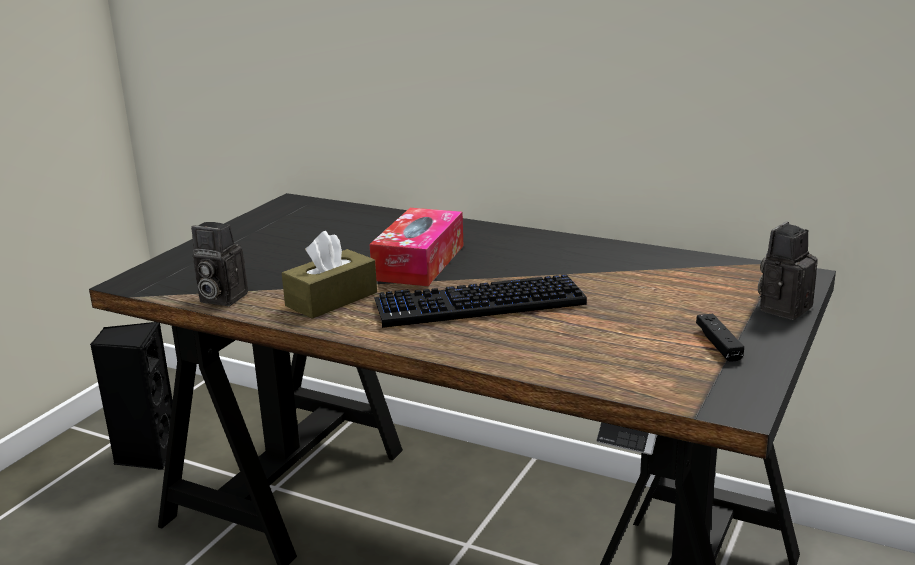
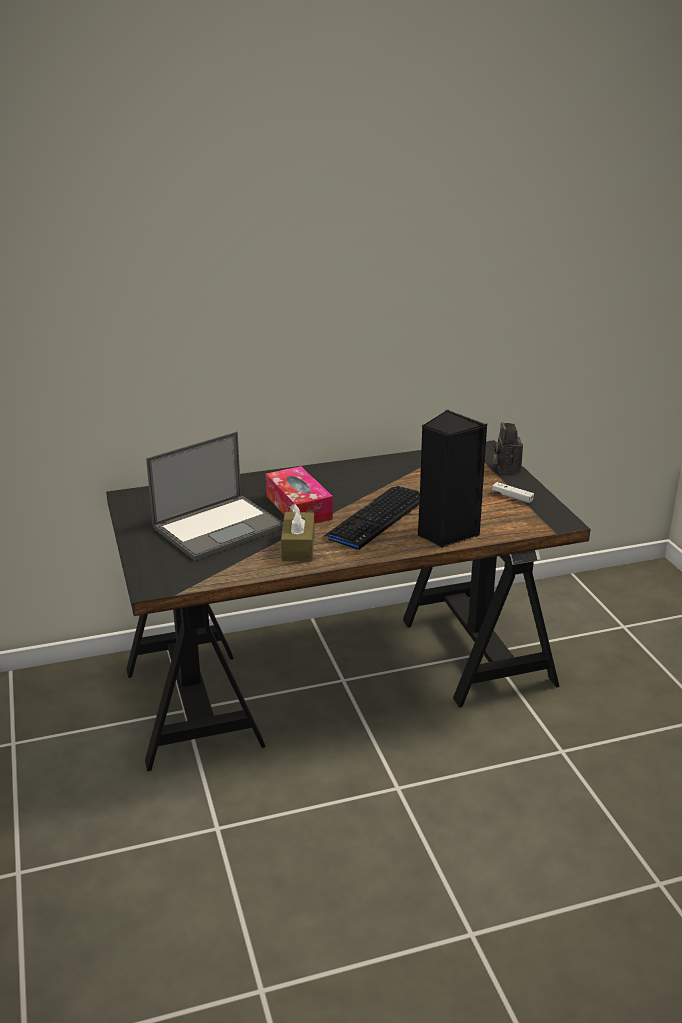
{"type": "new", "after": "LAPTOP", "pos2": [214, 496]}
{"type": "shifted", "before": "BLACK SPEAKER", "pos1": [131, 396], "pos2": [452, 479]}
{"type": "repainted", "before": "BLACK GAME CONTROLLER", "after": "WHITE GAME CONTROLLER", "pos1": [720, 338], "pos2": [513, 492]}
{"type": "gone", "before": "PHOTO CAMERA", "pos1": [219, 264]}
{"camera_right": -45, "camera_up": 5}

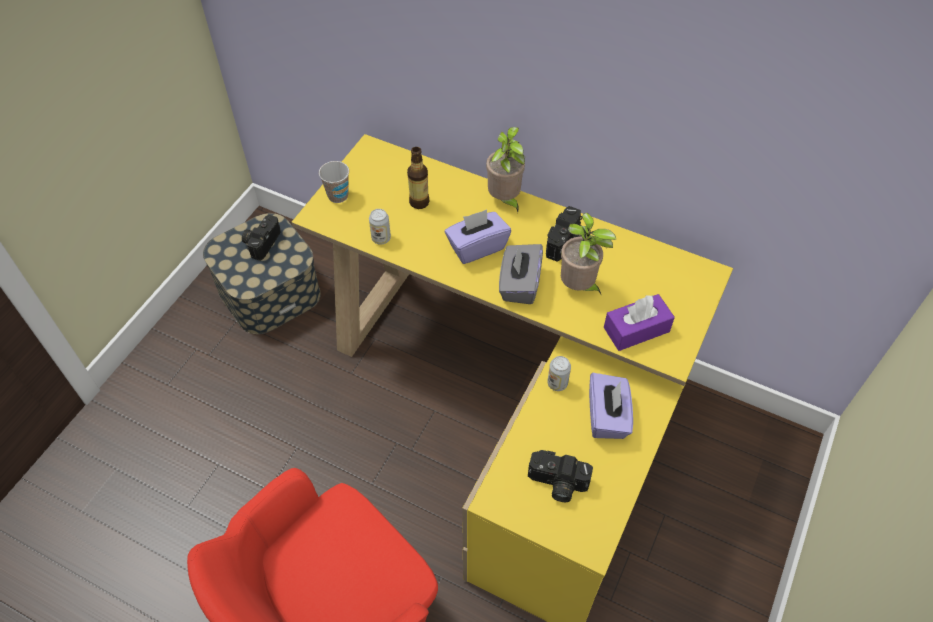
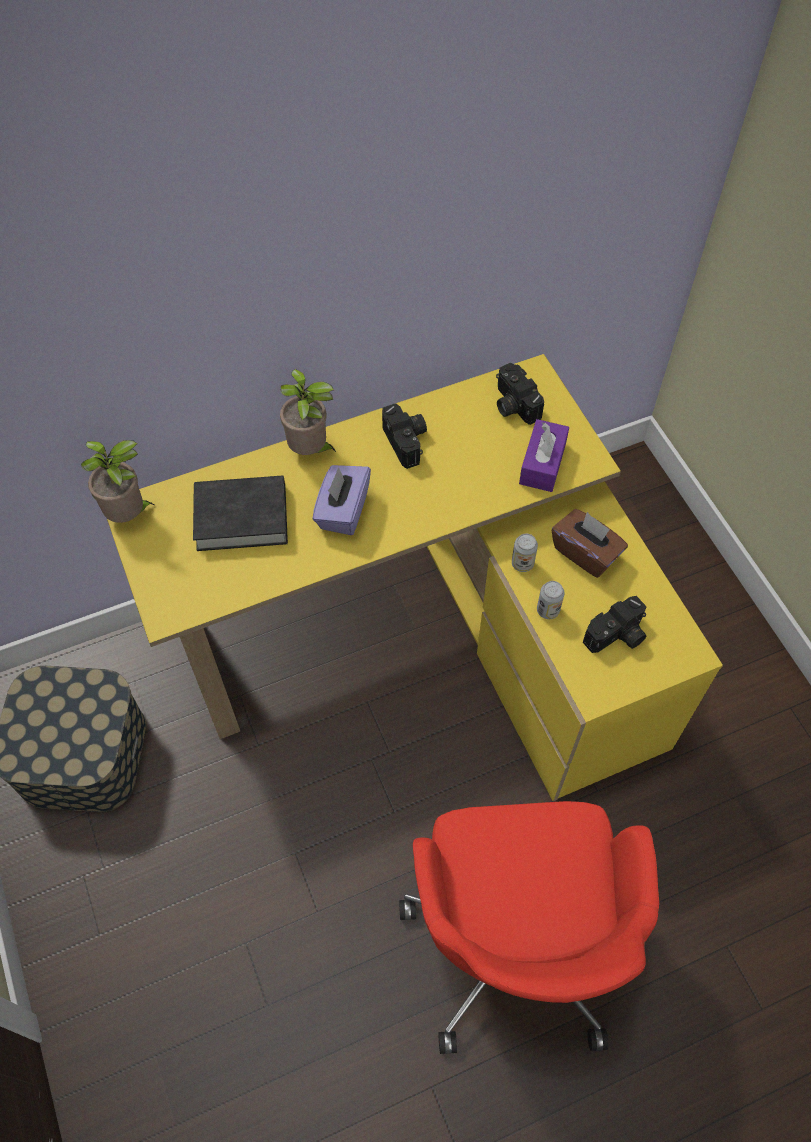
{"type": "shifted", "before": "POTTED PLANT", "pos1": [588, 253], "pos2": [118, 481]}
{"type": "swapped", "before": "BOTTLE", "after": "BLACK BOOK", "pos1": [418, 178], "pos2": [240, 513]}
{"type": "shifted", "before": "PHOTO CAMERA", "pos1": [261, 238], "pos2": [520, 394]}
{"type": "shifted", "before": "CAN", "pos1": [380, 226], "pos2": [550, 600]}
{"type": "repainted", "before": "PURPLE TISSUE BOX", "after": "BROWN TISSUE BOX", "pos1": [611, 406], "pos2": [590, 543]}
{"type": "gone", "before": "CUP", "pos1": [334, 182]}
{"type": "gone", "before": "GREY TISSUE BOX", "pos1": [521, 274]}
{"camera_right": -50, "camera_up": 5}

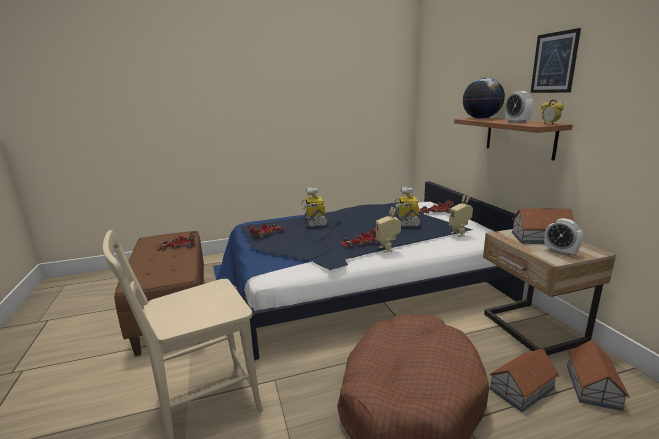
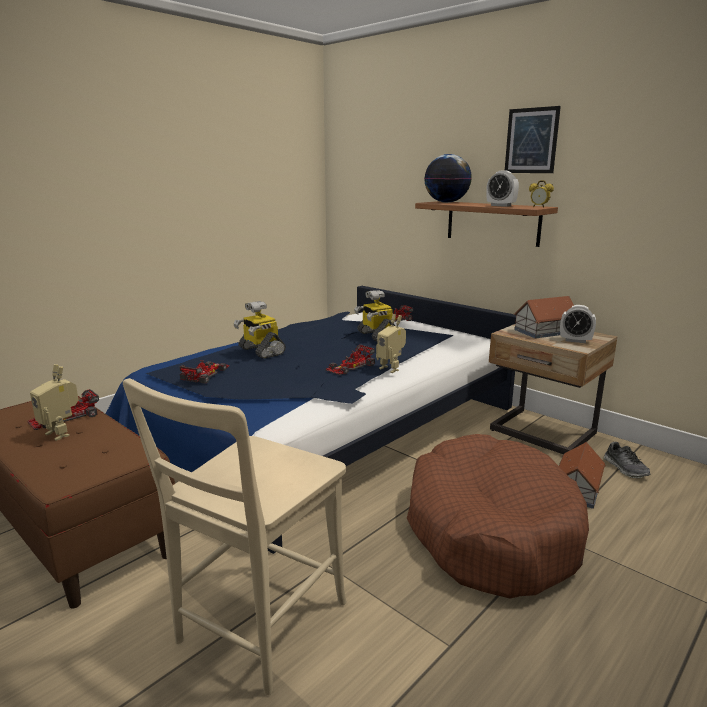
{"type": "shifted", "before": "TOY ROBOT", "pos1": [461, 216], "pos2": [54, 402]}
{"type": "swapped", "before": "TOY HOUSE", "after": "SHOE", "pos1": [598, 375], "pos2": [627, 460]}
{"camera_right": -30, "camera_up": 0}

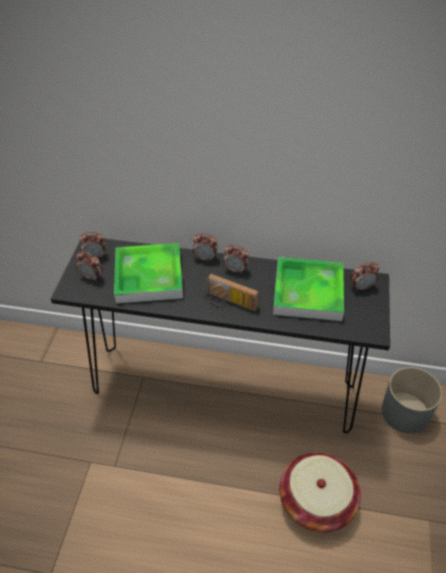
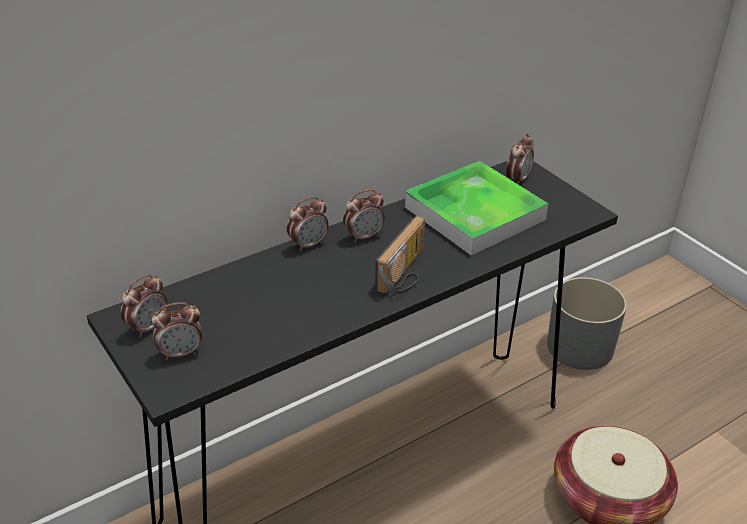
{"type": "rotated", "before": "RADIO", "pos1": [231, 292], "pos2": [400, 255], "turn": -45}
{"type": "gone", "before": "TRAY", "pos1": [148, 273]}
{"camera_right": -45, "camera_up": -10}

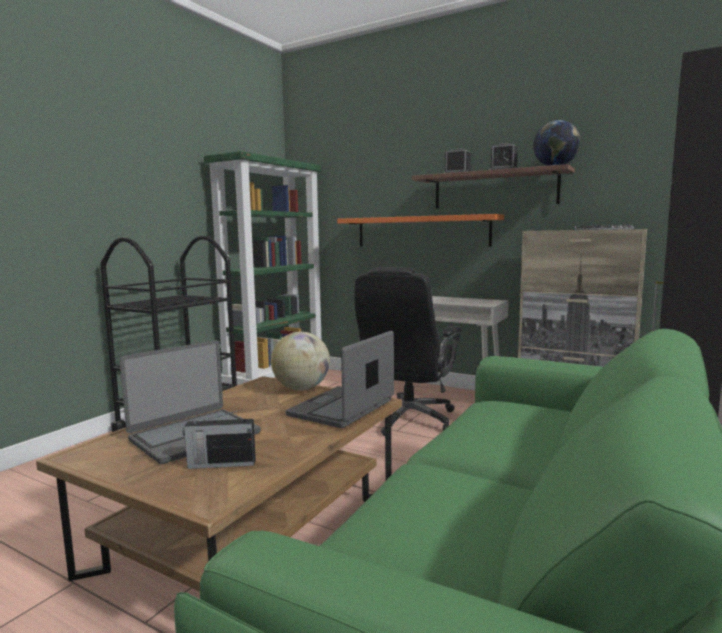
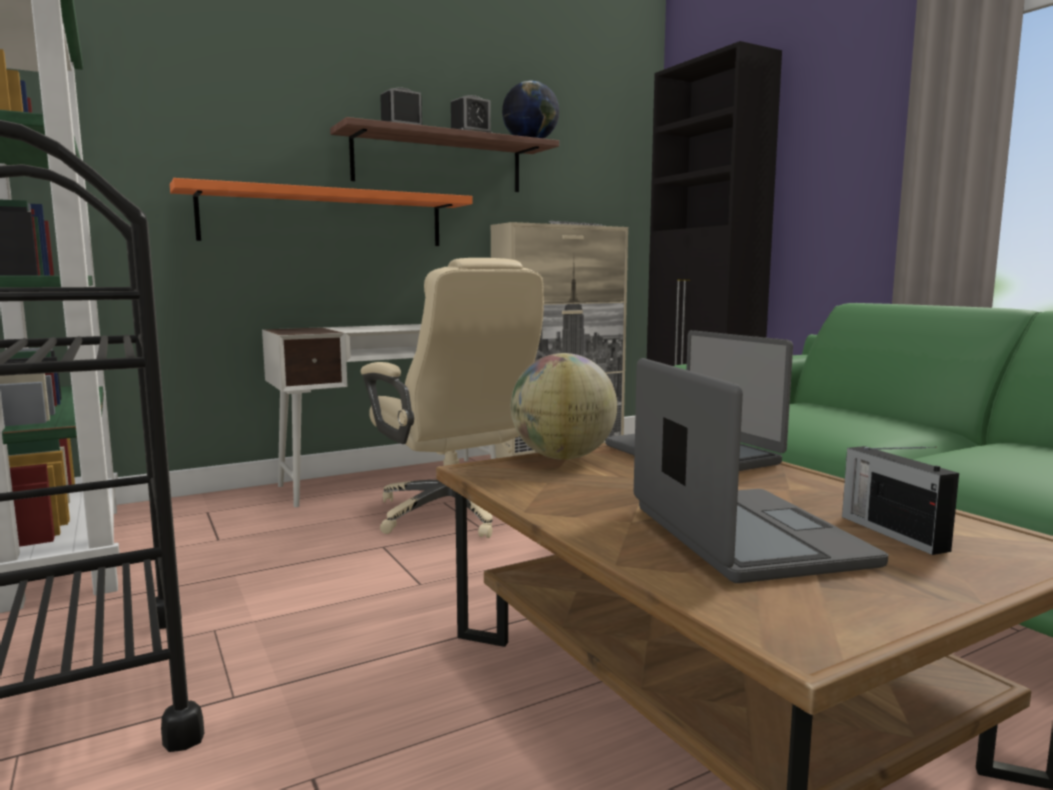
{"type": "repainted", "before": "BLACK OFFICE CHAIR", "after": "BEIGE OFFICE CHAIR", "pos1": [408, 351], "pos2": [452, 398]}
{"type": "rotated", "before": "RADIO", "pos1": [219, 439], "pos2": [900, 500], "turn": 135}
{"camera_right": -60, "camera_up": 0}

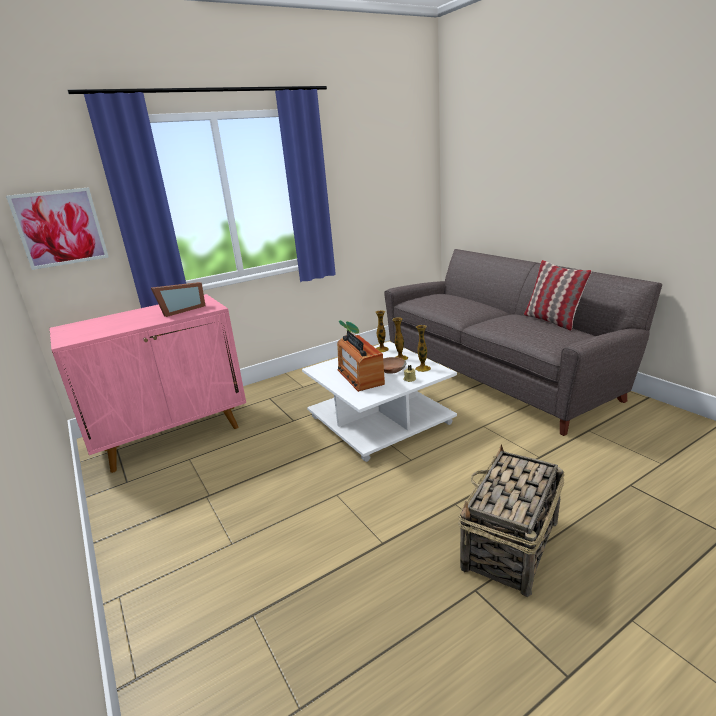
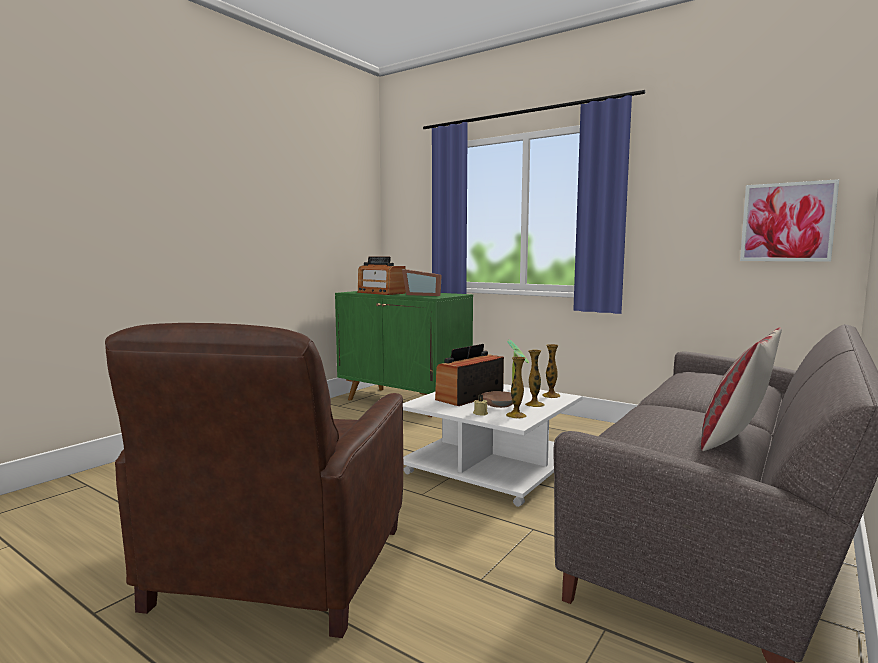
{"type": "swapped", "before": "BASKET", "after": "BROWN ARMCHAIR", "pos1": [511, 520], "pos2": [254, 480]}
{"type": "repainted", "before": "PINK CABINET", "after": "GREEN CABINET", "pos1": [147, 383], "pos2": [404, 354]}
{"type": "new", "after": "RADIO", "pos2": [381, 275]}
{"type": "shifted", "before": "PICTURE", "pos1": [57, 228], "pos2": [789, 220]}
{"camera_right": 65, "camera_up": -15}

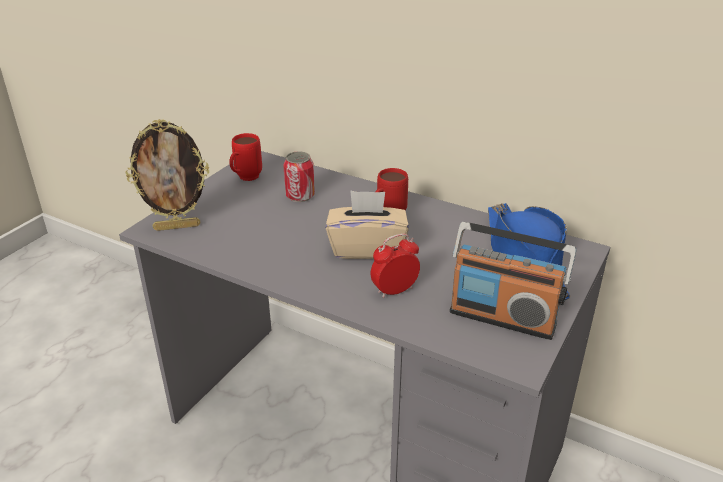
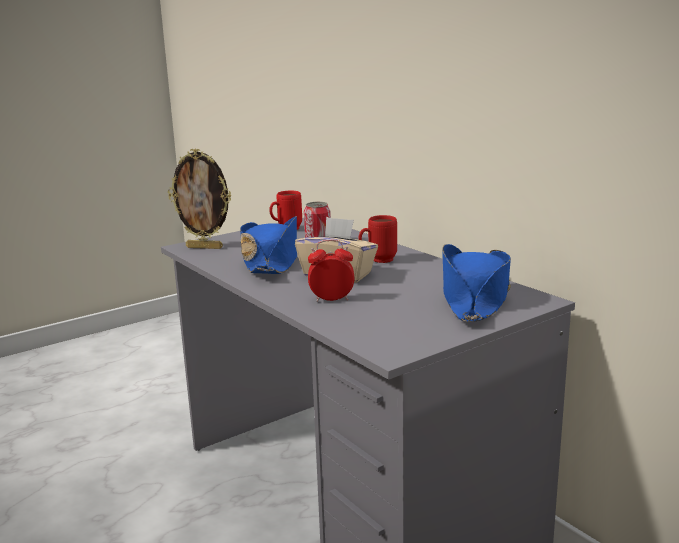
{"type": "new", "after": "BLUE HAT", "pos2": [268, 245]}
{"type": "gone", "before": "RADIO", "pos1": [513, 281]}
{"camera_right": 25, "camera_up": -15}

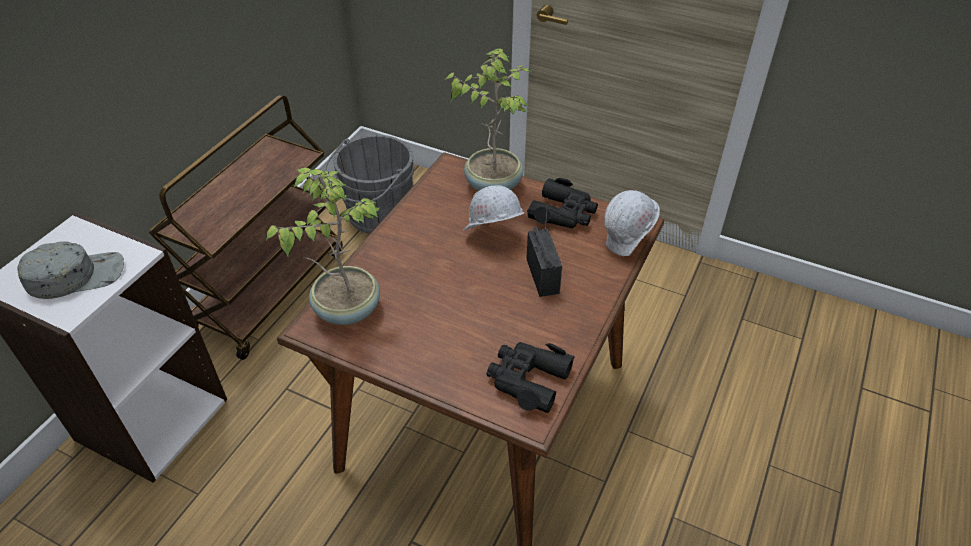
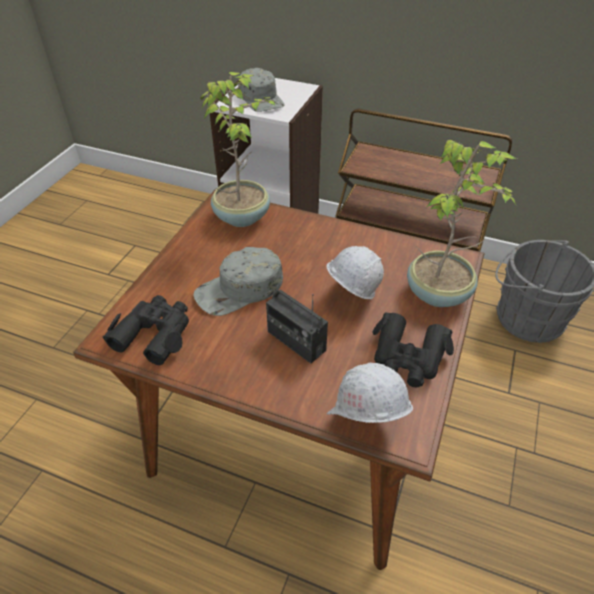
{"type": "new", "after": "GREY CAP", "pos2": [238, 281]}
{"type": "rotated", "before": "RADIO", "pos1": [544, 247], "pos2": [297, 326], "turn": 60}
{"camera_right": 85, "camera_up": 0}

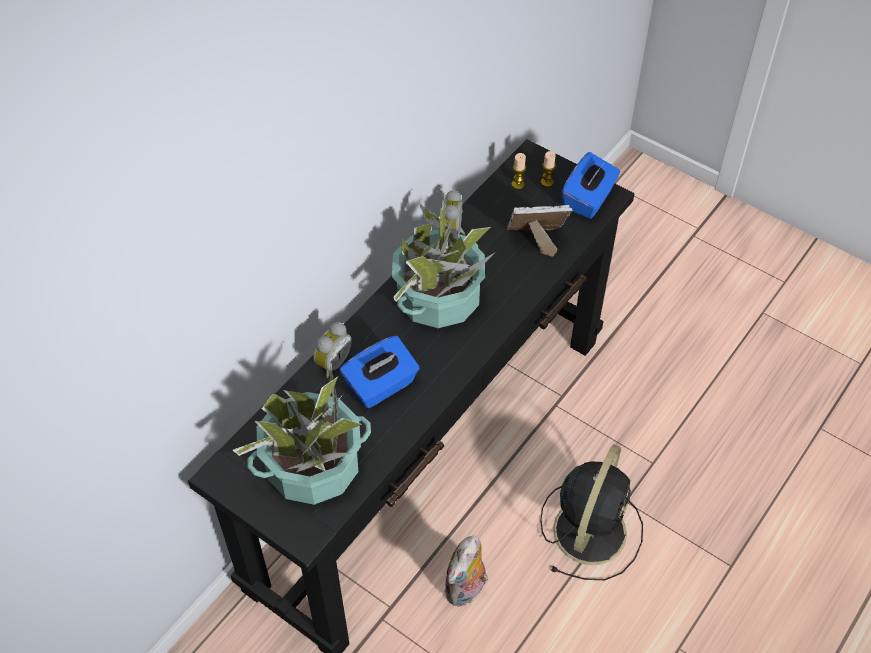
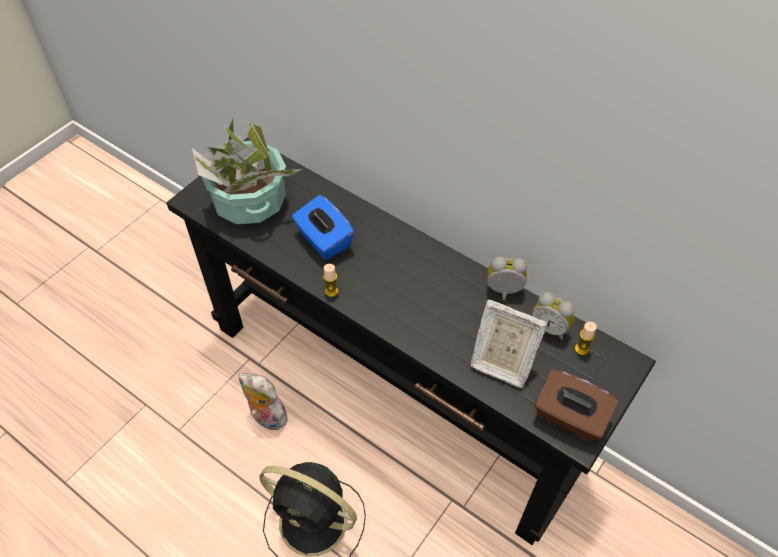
{"type": "shifted", "before": "CANDLE", "pos1": [548, 169], "pos2": [330, 280]}
{"type": "rotated", "before": "PICTURE FRAME", "pos1": [539, 231], "pos2": [509, 344], "turn": 120}
{"type": "shifted", "before": "ALARM CLOCK", "pos1": [332, 350], "pos2": [553, 316]}
{"type": "repainted", "before": "BLUE TISSUE BOX", "after": "BROWN TISSUE BOX", "pos1": [591, 185], "pos2": [577, 405]}
{"type": "gone", "before": "POTTED PLANT", "pos1": [444, 265]}
{"camera_right": 90, "camera_up": 0}

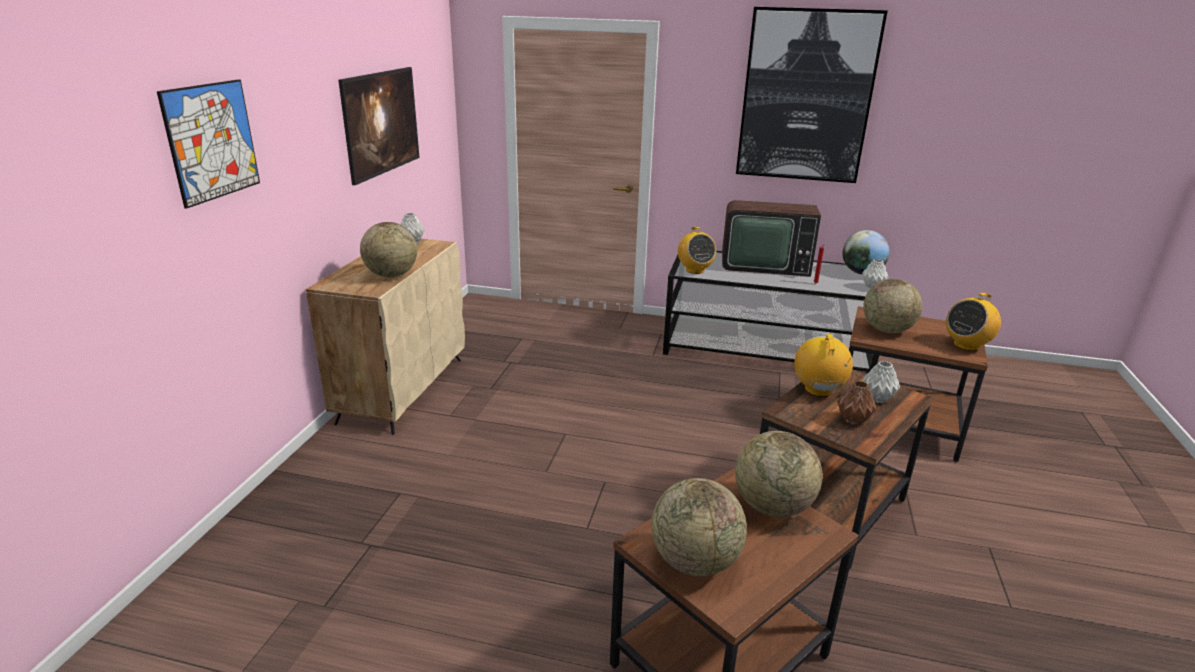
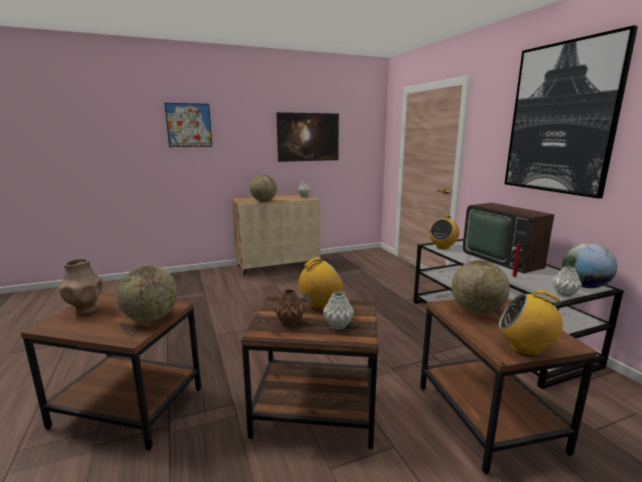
{"type": "swapped", "before": "GLOBE", "after": "BROWN VASE", "pos1": [699, 527], "pos2": [80, 286]}
{"camera_right": 55, "camera_up": -10}

